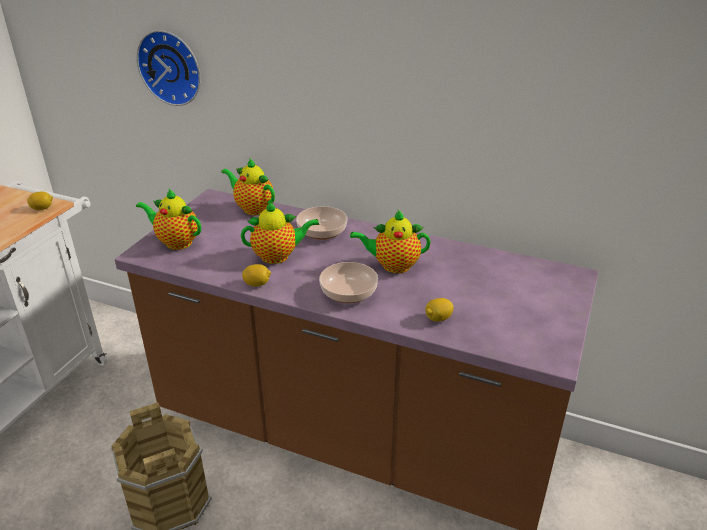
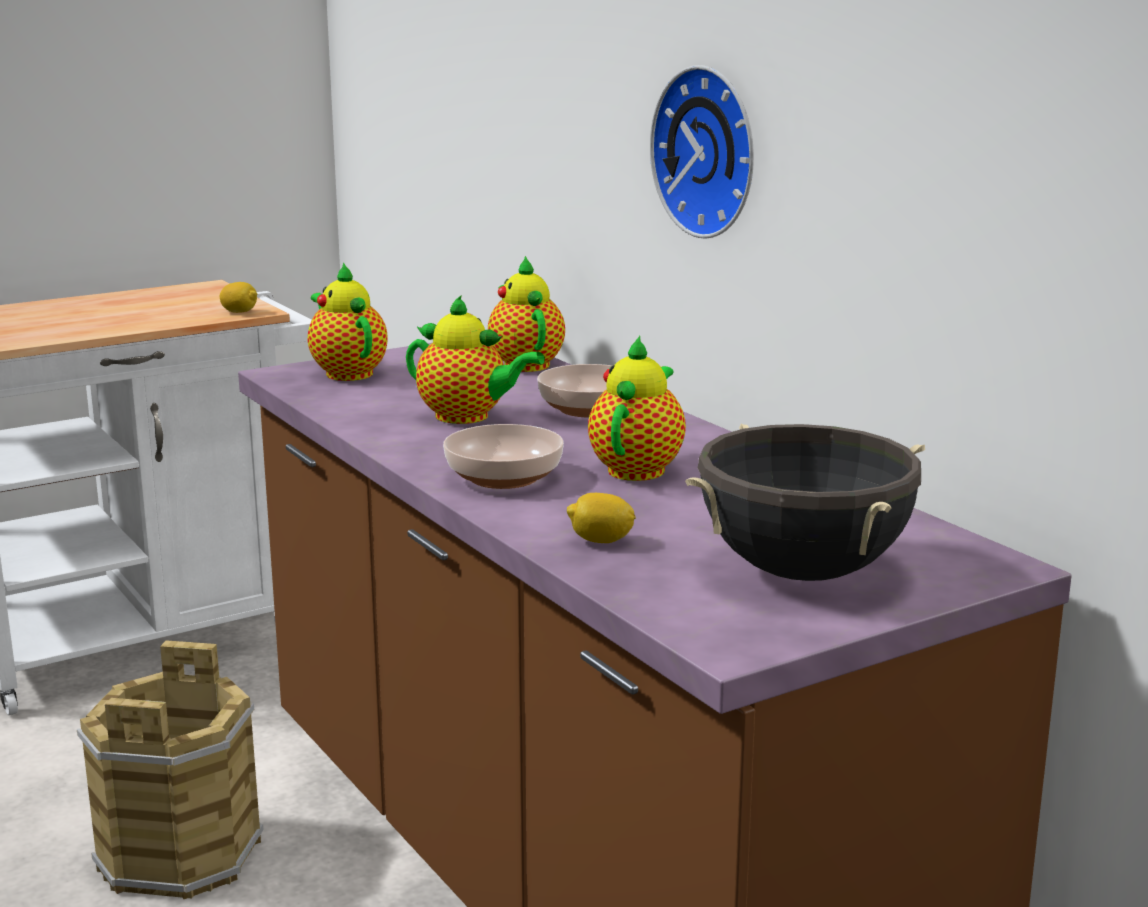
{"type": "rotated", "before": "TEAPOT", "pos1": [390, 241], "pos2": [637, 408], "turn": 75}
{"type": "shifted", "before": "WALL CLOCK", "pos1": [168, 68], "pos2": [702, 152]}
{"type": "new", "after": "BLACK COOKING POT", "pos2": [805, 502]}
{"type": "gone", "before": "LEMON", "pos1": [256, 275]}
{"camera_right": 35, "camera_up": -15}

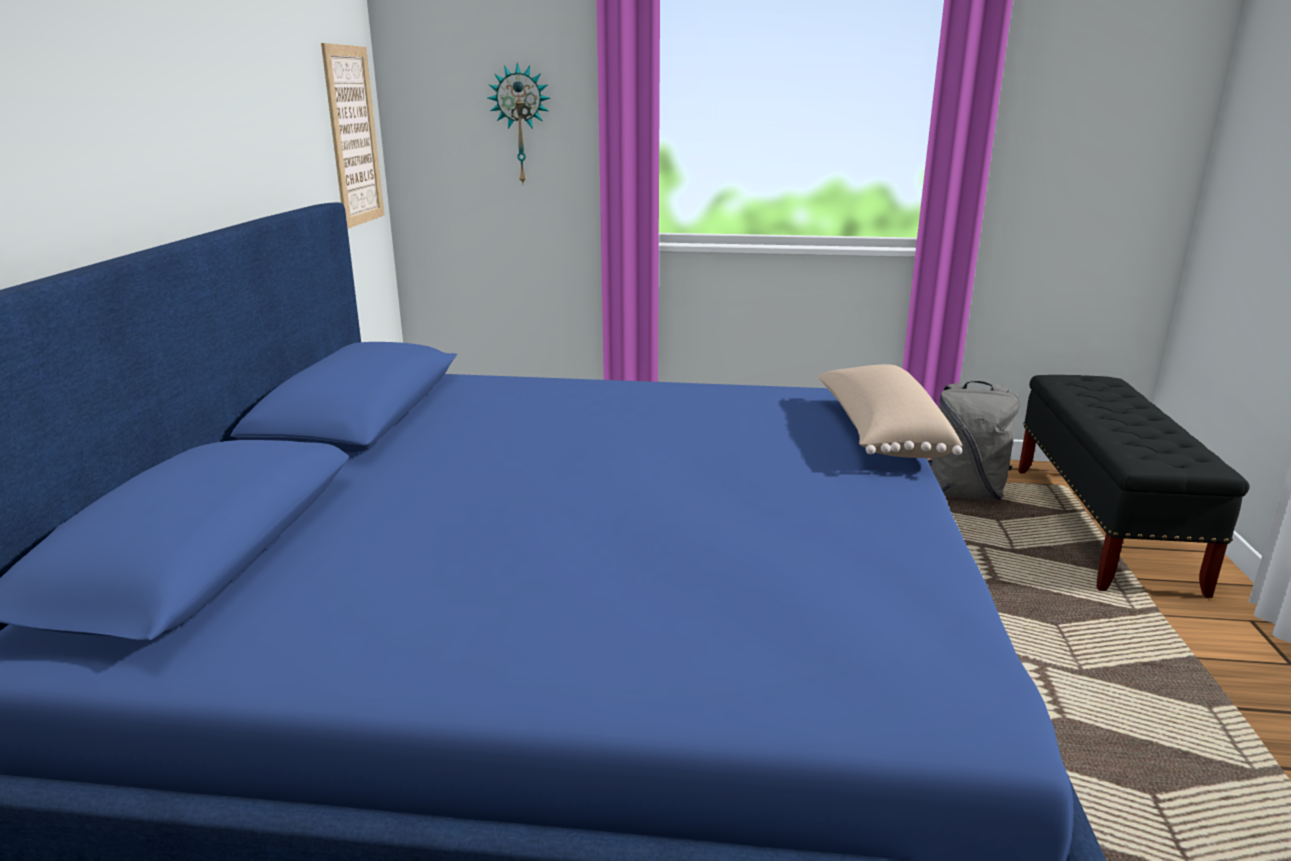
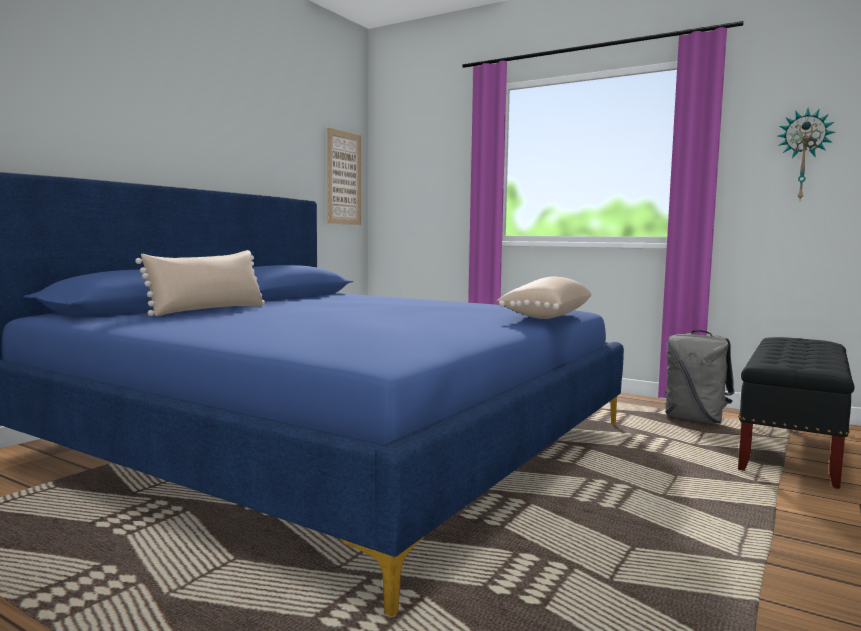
{"type": "new", "after": "BEIGE PILLOW", "pos2": [200, 283]}
{"type": "shifted", "before": "WALL CLOCK", "pos1": [519, 124], "pos2": [806, 154]}
{"camera_right": 25, "camera_up": -15}

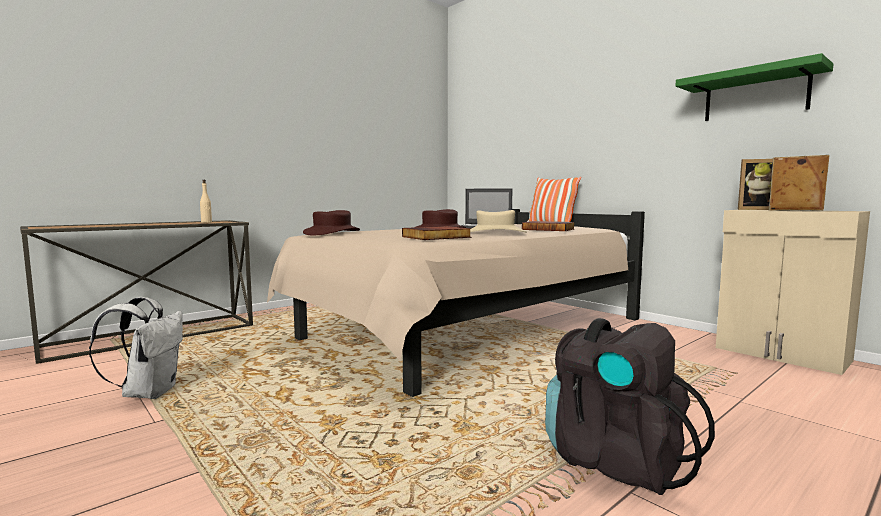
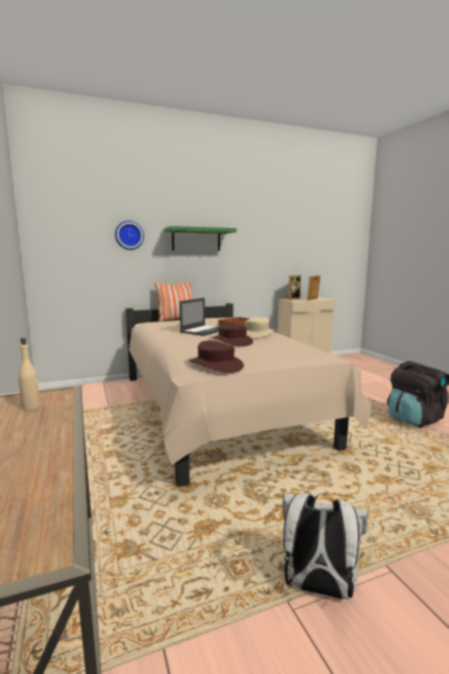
{"type": "new", "after": "WALL CLOCK", "pos2": [129, 235]}
{"type": "shifted", "before": "GREEN SHELF", "pos1": [754, 87], "pos2": [200, 238]}
{"type": "gone", "before": "BOOK", "pos1": [436, 233]}
{"camera_right": -70, "camera_up": 5}

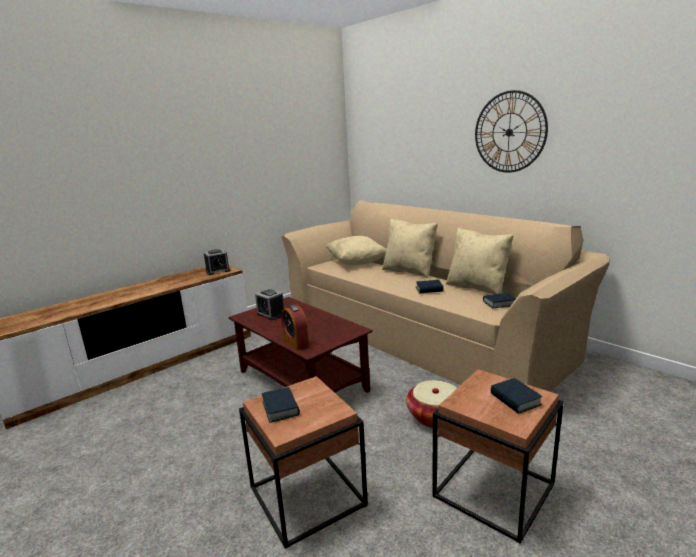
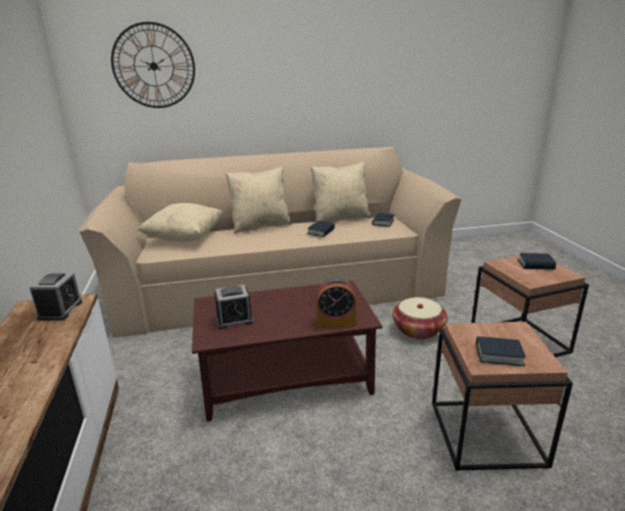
{"type": "shifted", "before": "WALL CLOCK", "pos1": [511, 131], "pos2": [153, 65]}
{"camera_right": -60, "camera_up": 5}

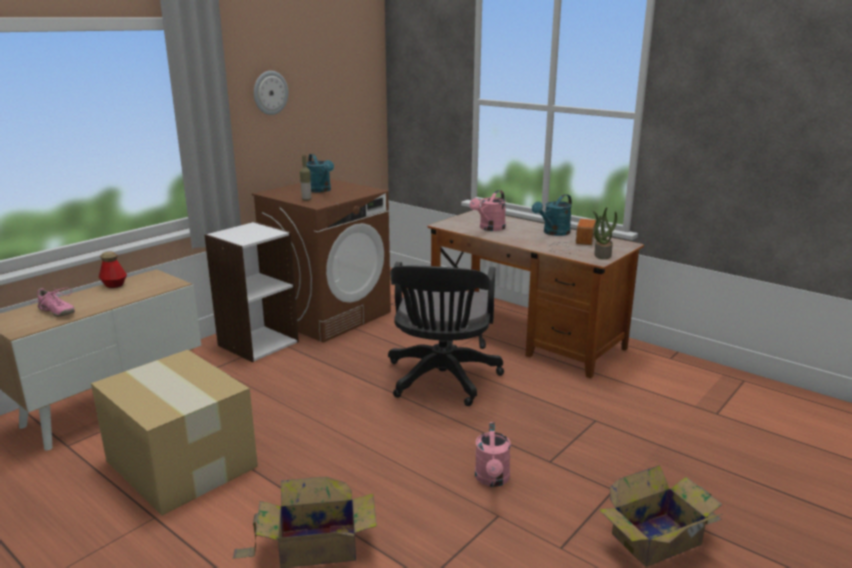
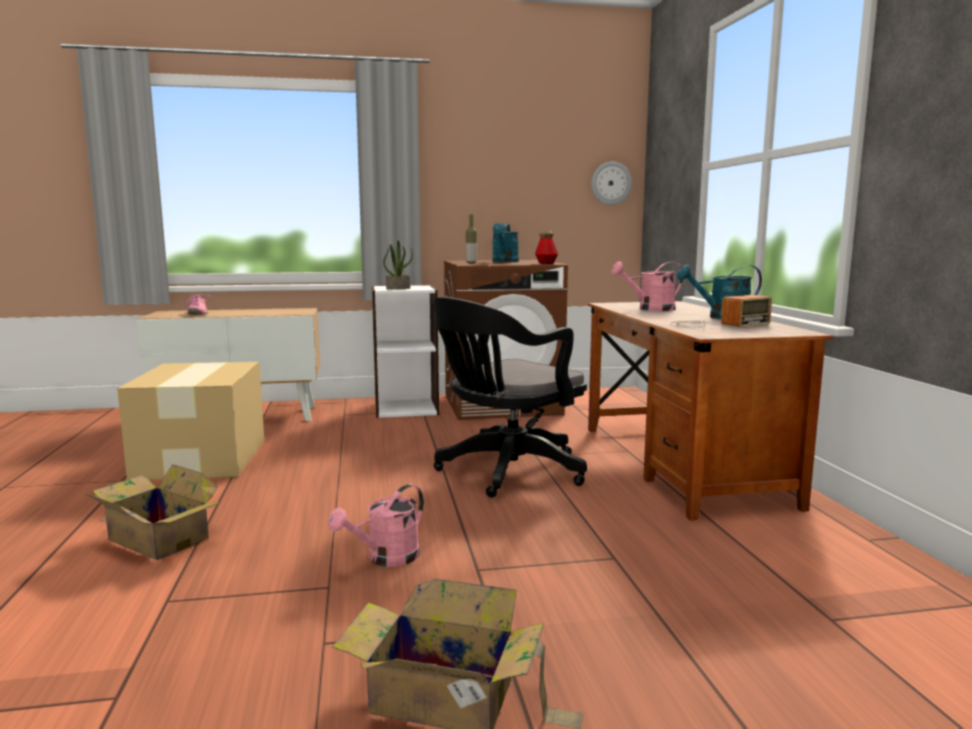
{"type": "shifted", "before": "POTTED PLANT", "pos1": [605, 233], "pos2": [398, 265]}
{"type": "shifted", "before": "BOTTLE", "pos1": [113, 270], "pos2": [546, 247]}
{"type": "shifted", "before": "WALL CLOCK", "pos1": [271, 93], "pos2": [611, 183]}
{"camera_right": 40, "camera_up": -10}

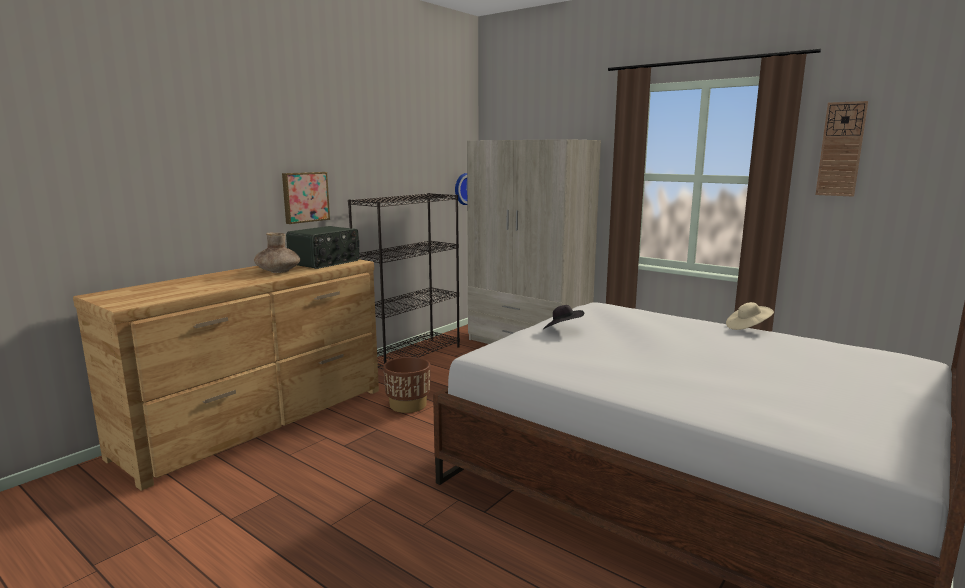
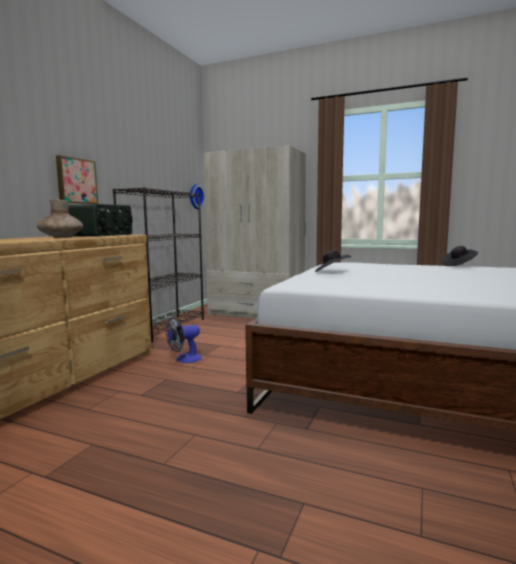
{"type": "swapped", "before": "BROWN PLANTER", "after": "FAN", "pos1": [407, 385], "pos2": [184, 340]}
{"type": "repainted", "before": "BEIGE HAT", "after": "BLACK HAT", "pos1": [750, 316], "pos2": [460, 256]}
{"type": "gone", "before": "WALL CLOCK", "pos1": [841, 149]}
{"camera_right": -15, "camera_up": -5}

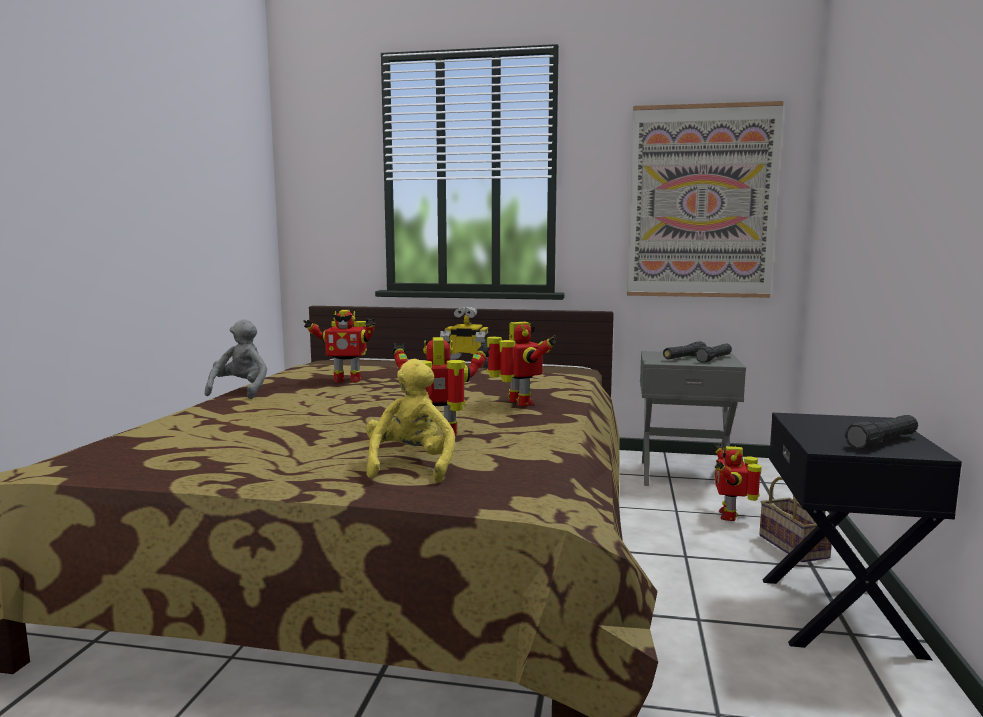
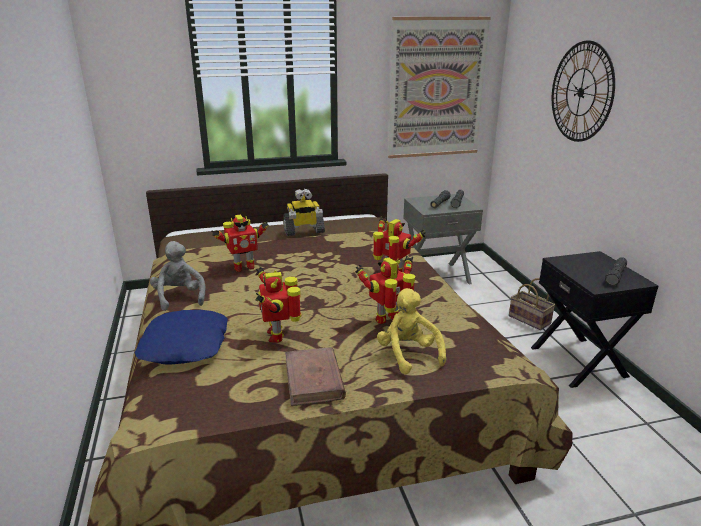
{"type": "new", "after": "BLUE PILLOW", "pos2": [181, 337]}
{"type": "shifted", "before": "TOY ROBOT", "pos1": [737, 482], "pos2": [278, 305]}
{"type": "new", "after": "BROWN BOOK", "pos2": [315, 376]}
{"type": "new", "after": "WALL CLOCK", "pos2": [583, 91]}
{"camera_right": -25, "camera_up": 15}

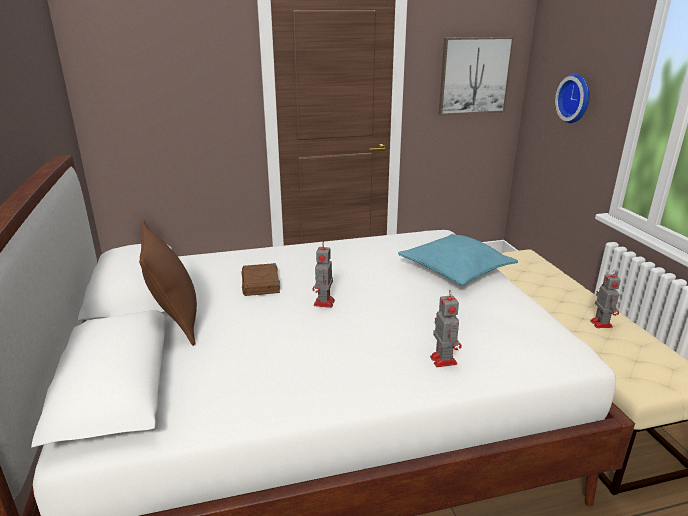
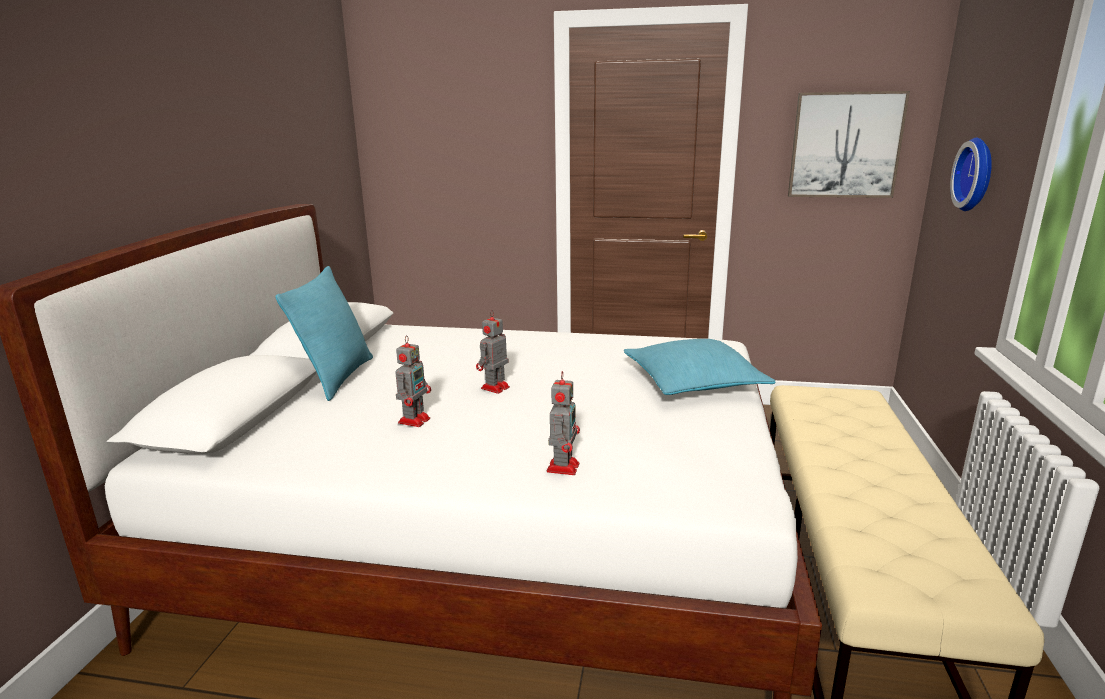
{"type": "repainted", "before": "BROWN PILLOW", "after": "TURQUOISE PILLOW", "pos1": [168, 282], "pos2": [324, 333]}
{"type": "shifted", "before": "TOY ROBOT", "pos1": [605, 299], "pos2": [413, 381]}
{"type": "gone", "before": "BROWN BOOK", "pos1": [261, 279]}
{"camera_right": 25, "camera_up": -5}

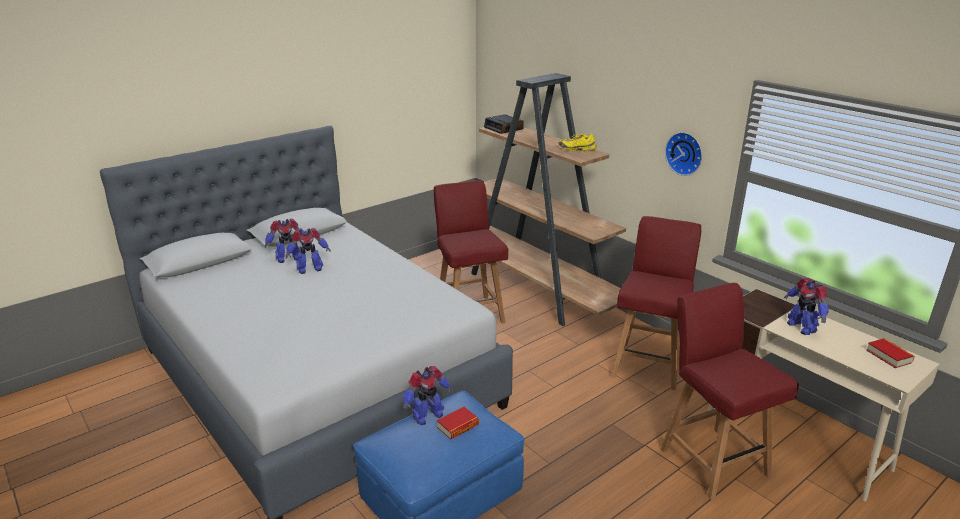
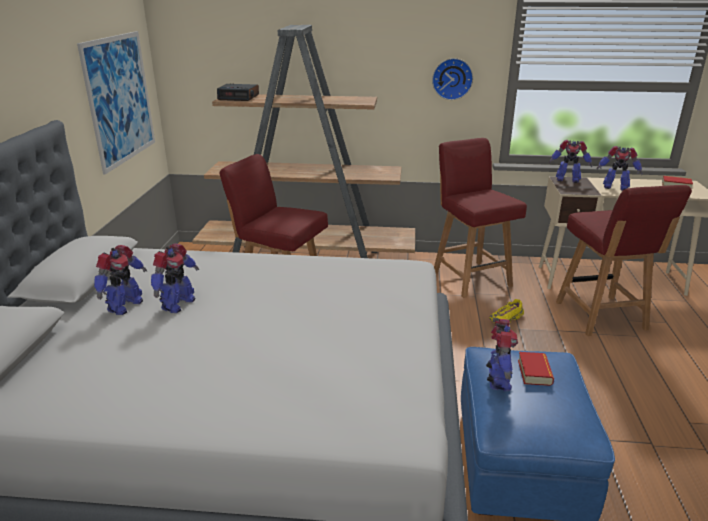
{"type": "new", "after": "PICTURE", "pos2": [116, 103]}
{"type": "shifted", "before": "YELLOW SHOE", "pos1": [578, 142], "pos2": [506, 311]}
{"type": "new", "after": "TOY ROBOT", "pos2": [570, 161]}
{"type": "rotated", "before": "RED CHAIR", "pos1": [730, 391], "pos2": [624, 260], "turn": -120}
{"camera_right": -45, "camera_up": 0}

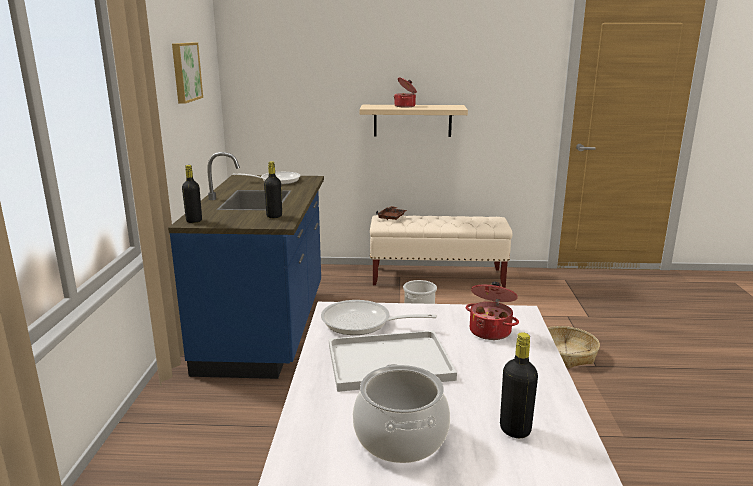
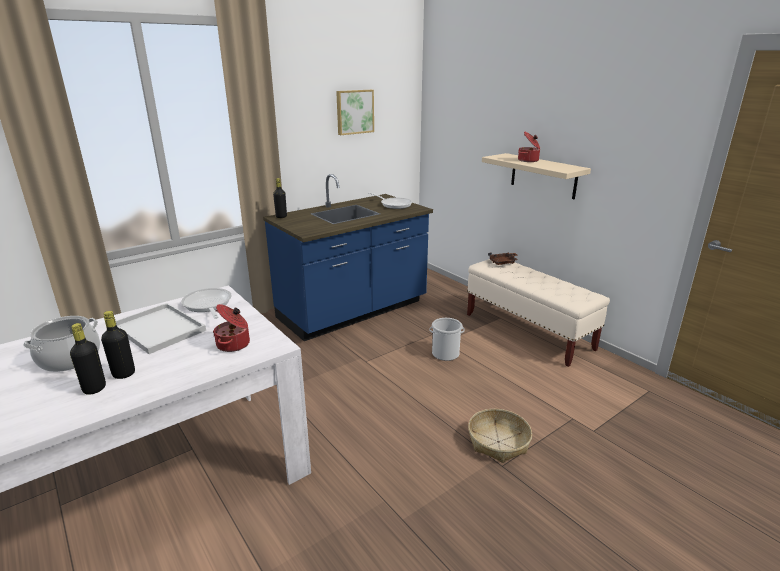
{"type": "shifted", "before": "BLACK BOTTLE", "pos1": [273, 189], "pos2": [118, 345]}
{"camera_right": 50, "camera_up": 5}

